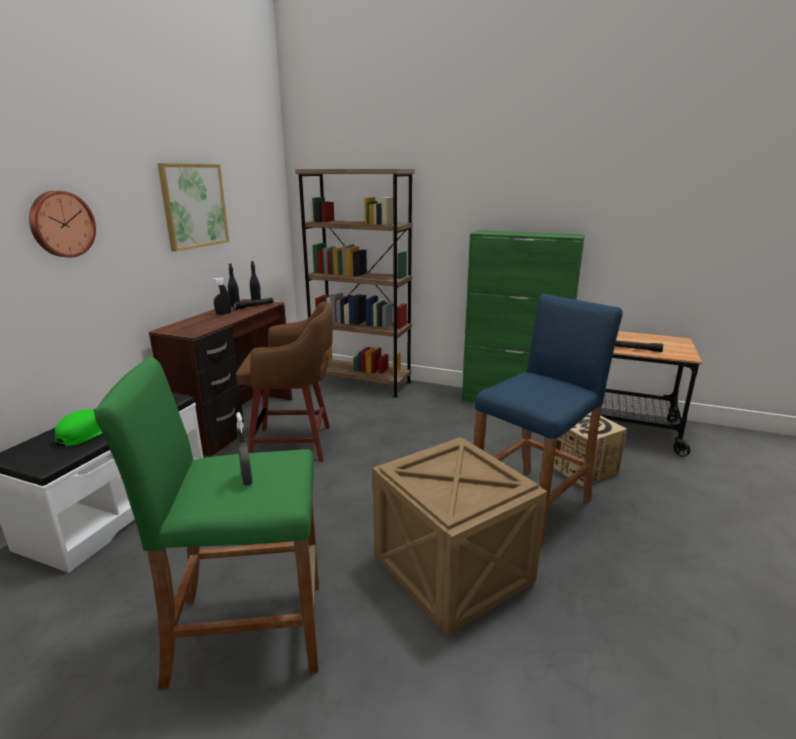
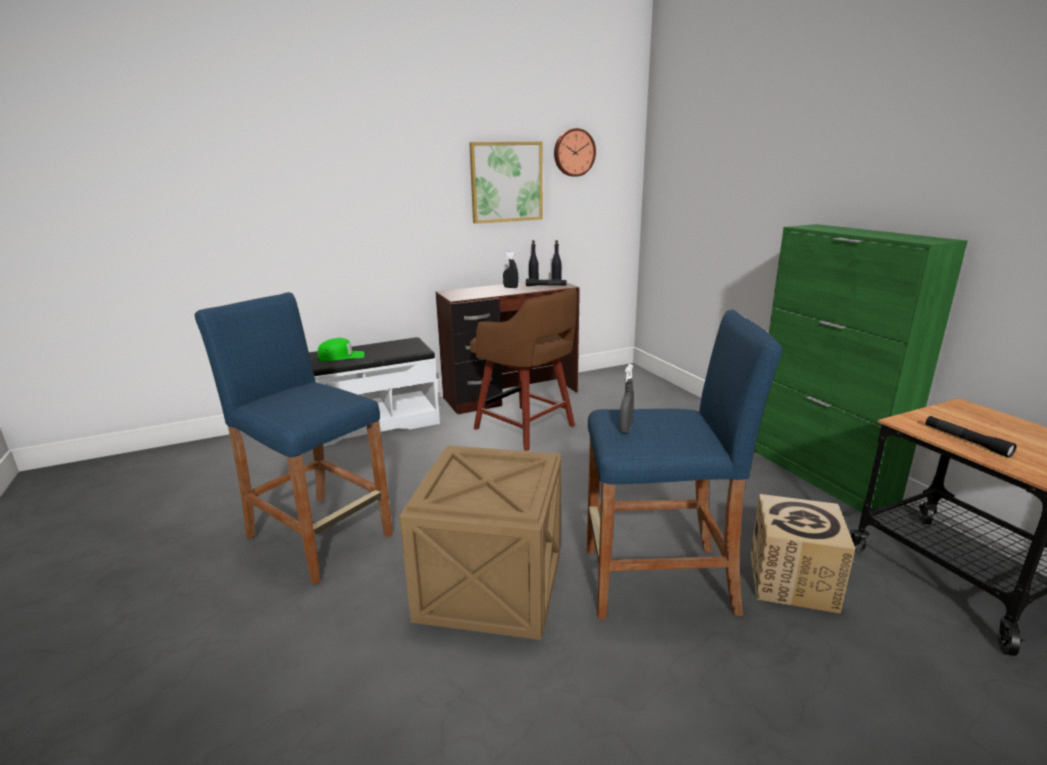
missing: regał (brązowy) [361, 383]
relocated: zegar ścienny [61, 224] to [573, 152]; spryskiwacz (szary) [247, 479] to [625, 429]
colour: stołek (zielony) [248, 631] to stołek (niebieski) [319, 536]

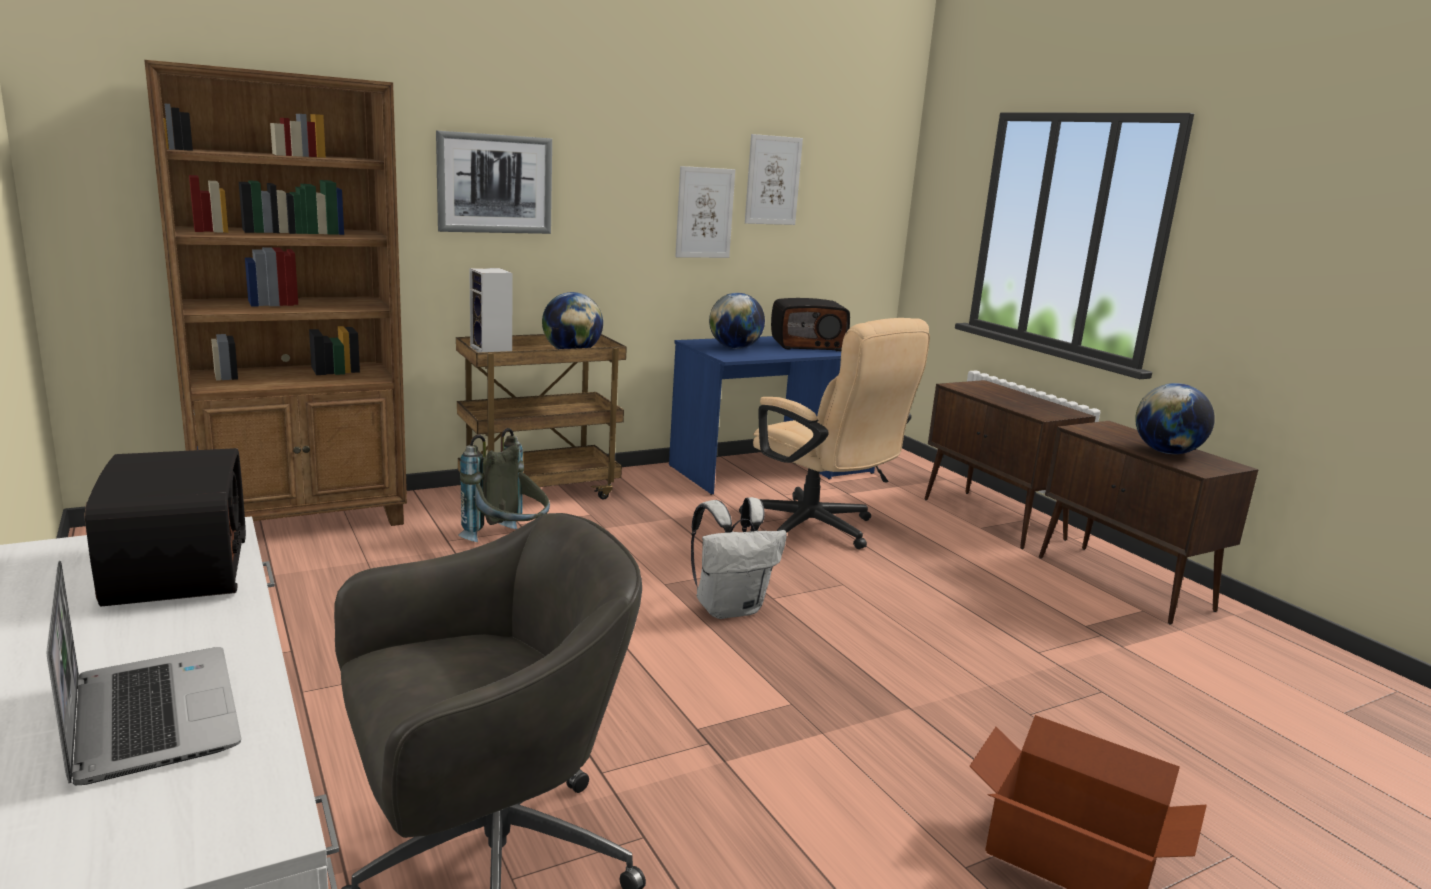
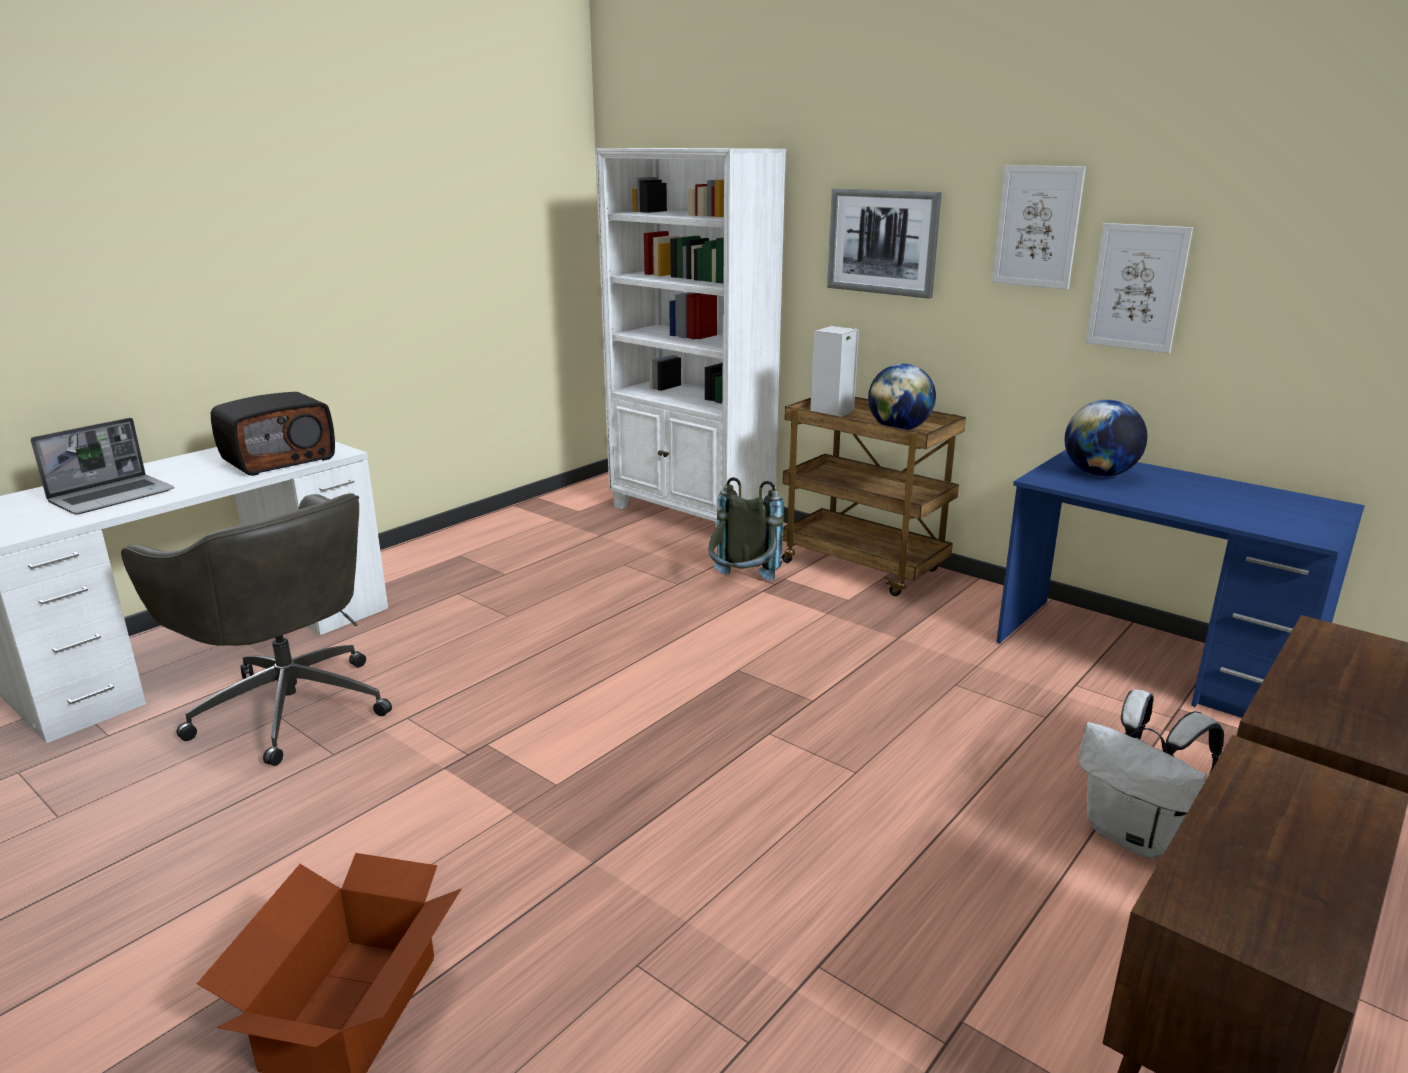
missing: krzesło biurowe (beżowy) [819, 530]; radio [807, 345]; globus [1166, 452]
relocated: obraz [773, 180] to [1037, 227]; plecak (biały) [730, 608] to [1135, 836]
colour: regał (brązowy) [303, 520] to regał (biały) [691, 514]

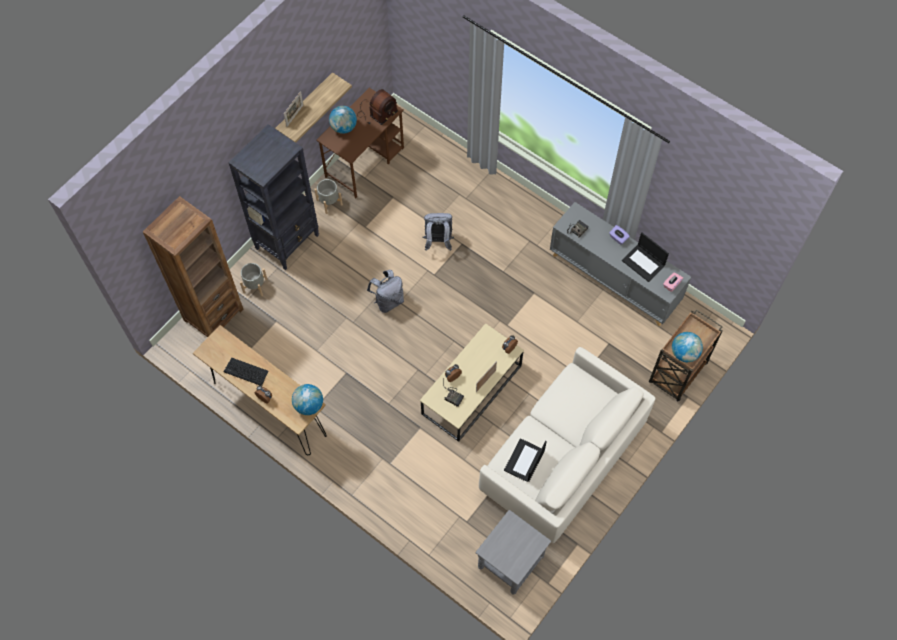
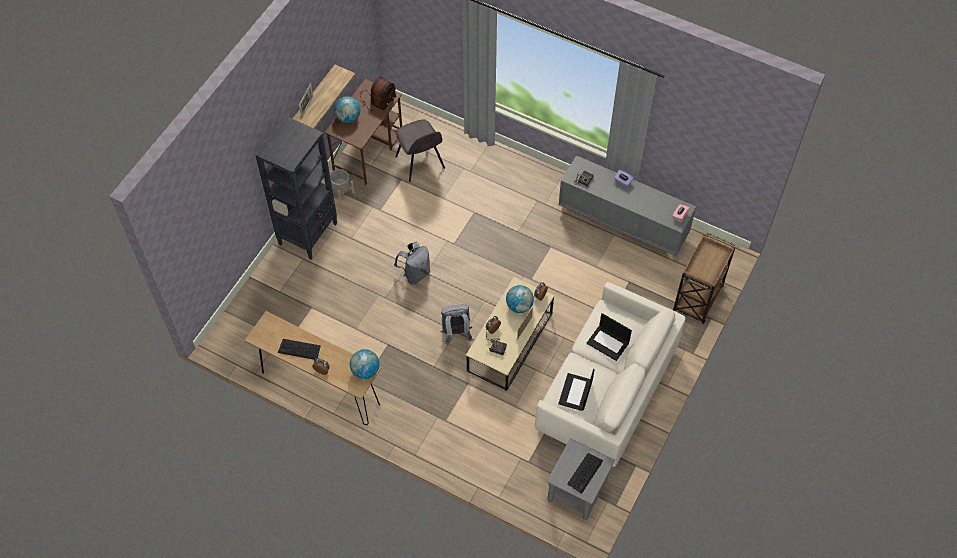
missing: regał (brązowy) [213, 314]; donica (szary) [255, 286]
appeared: krzesło (szary) [420, 163]; klawiatura [585, 473]
relocated: plecak (szary) [438, 242] to [456, 334]; globus [684, 353] to [519, 306]; laptop [644, 263] to [608, 342]

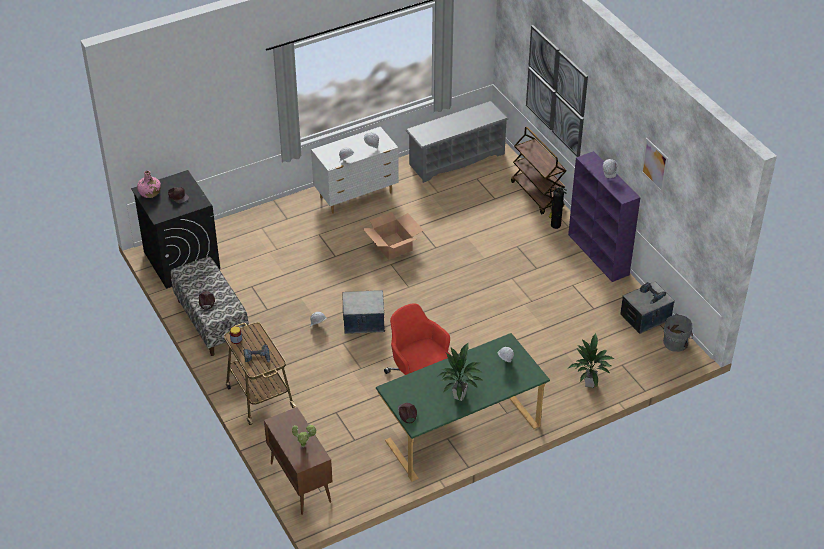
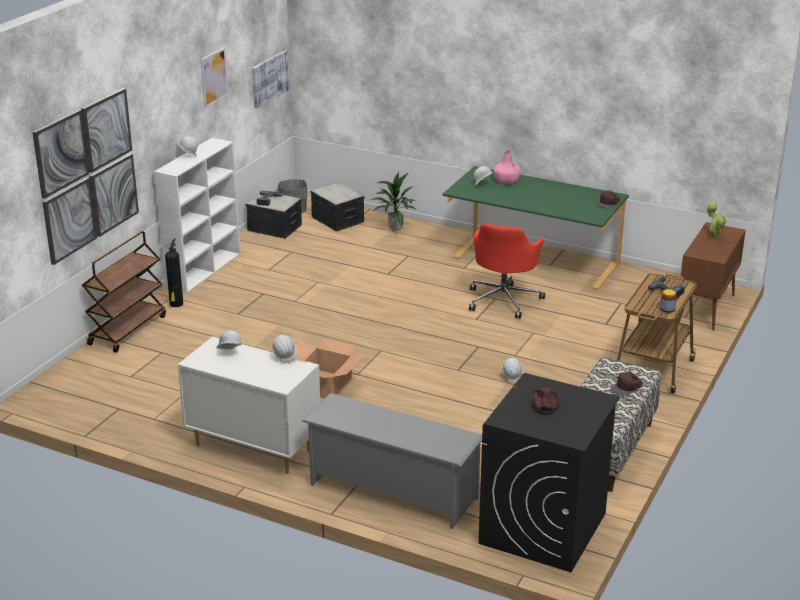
missing: roślina doniczkowa [460, 396]
appeared: obraz [269, 78]
relocated: regał na buty (szary) [456, 159] to [392, 491]; pojemnik do przechowywania [364, 322] to [338, 220]; butelka (różowy) [149, 193] to [506, 180]
colour: regał (fioletowy) [599, 255] to regał (biały) [204, 270]

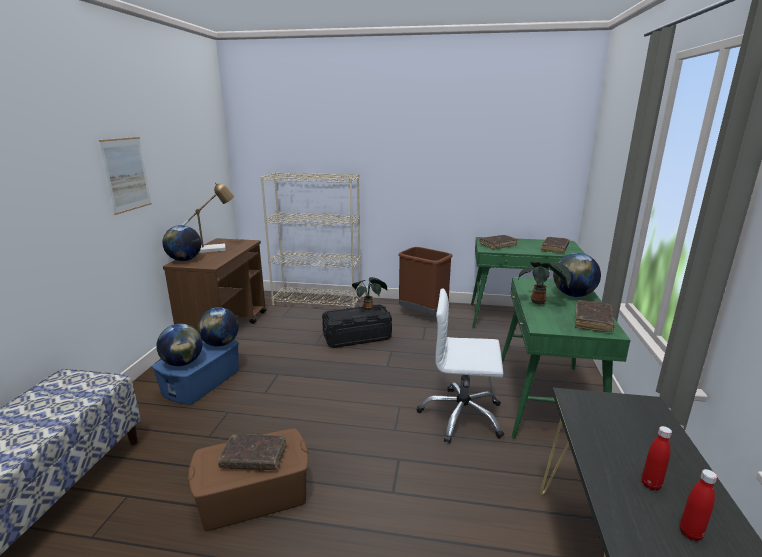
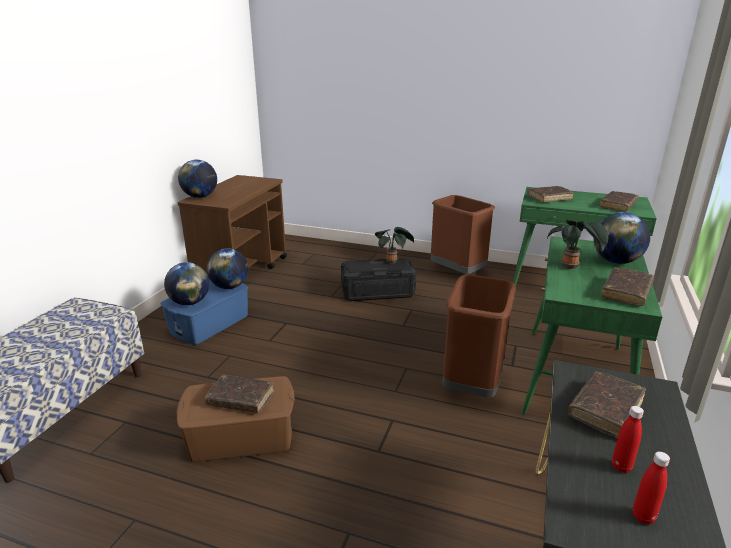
missing: obraz [126, 174]; lampa stołowa [216, 249]; regał (beżowy) [318, 301]
appeared: książka (brązowy) [605, 410]
exchanged: krzesło biurowe (biały) [462, 416] to kosz na śmieci (brązowy) [472, 385]

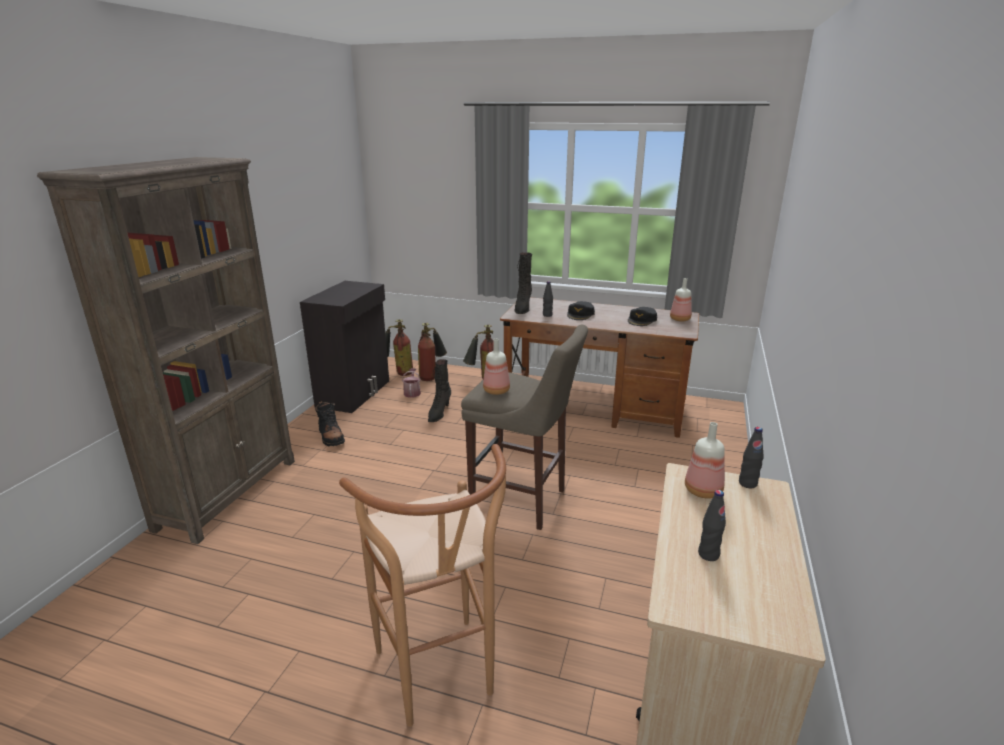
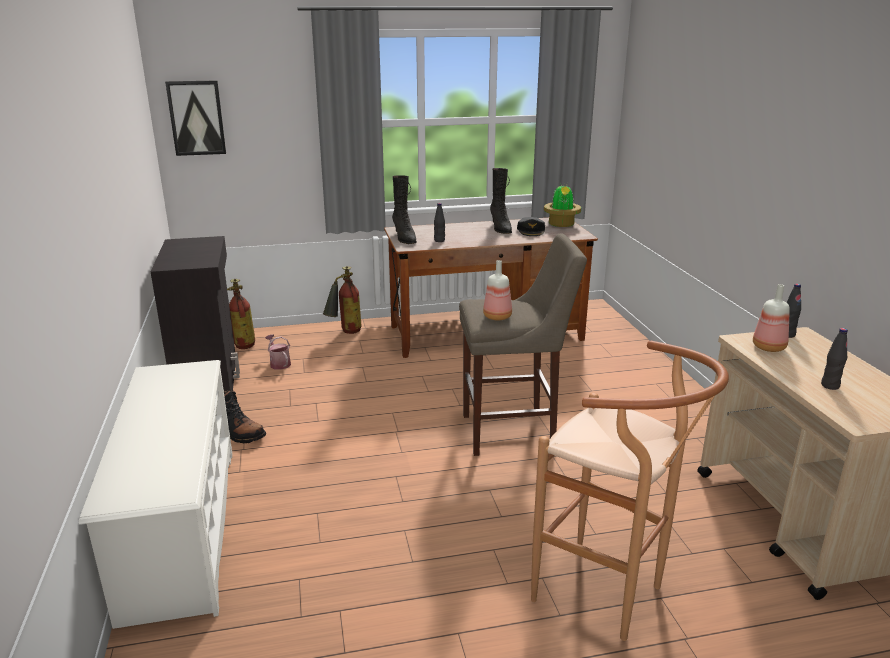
missing: gaśnica [432, 376]; czapka z daszkiem (czarny) [580, 314]
appeared: obraz [196, 118]
relocated: but z cholewką (czarny) [439, 413] to [500, 228]
exchanged: regał (brązowy) [229, 493] to regał na buty (biały) [181, 528]; butelka [680, 319] to roślina doniczkowa [561, 225]

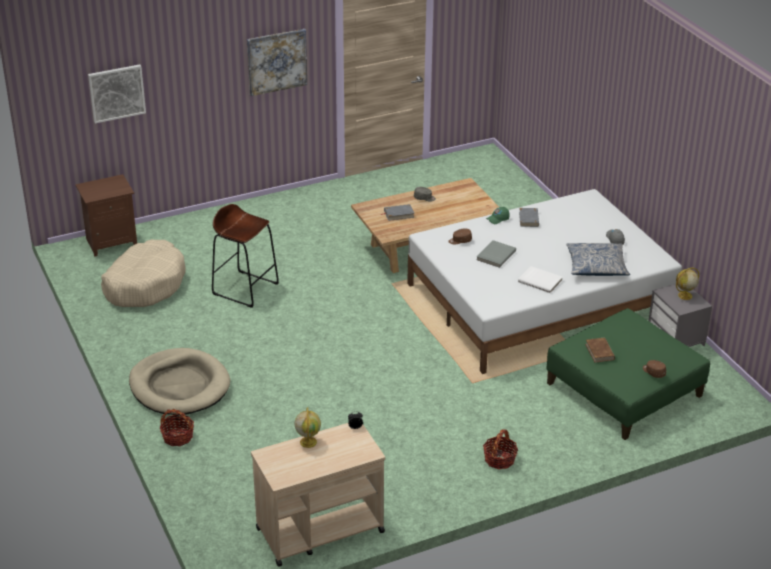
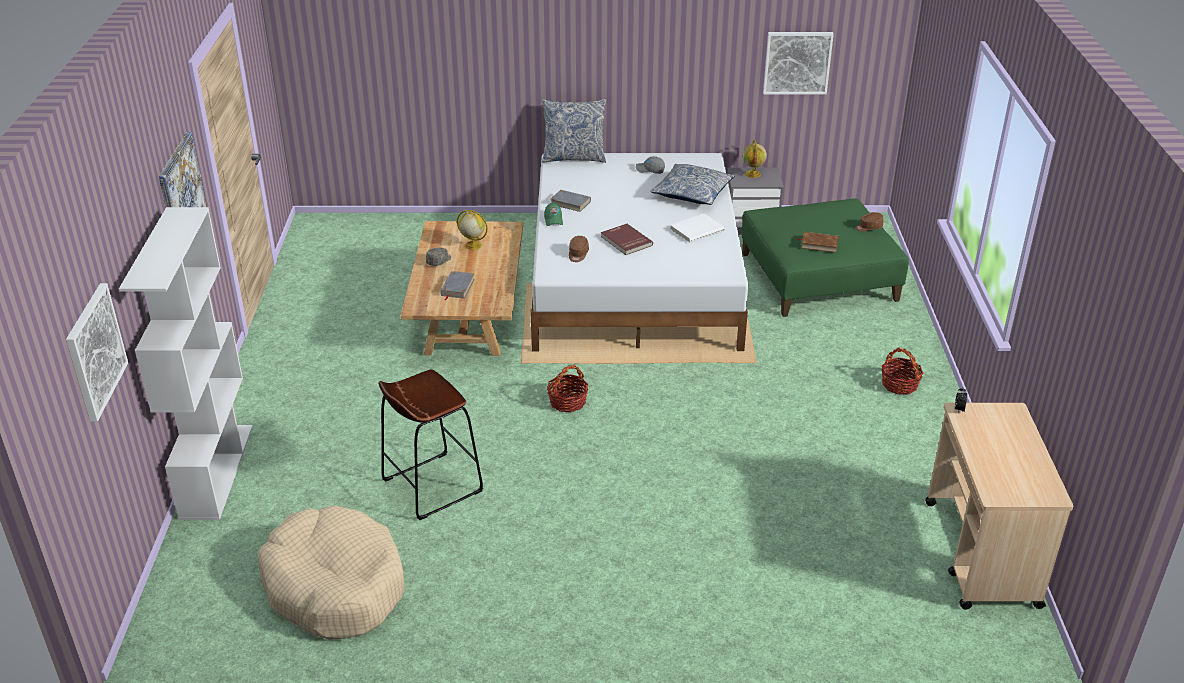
missing: szafka nocna (brązowy) [111, 242]; legowisko (beżowy) [179, 386]
appeared: regał (biały) [216, 470]; poduszka [574, 157]; obraz [797, 62]
relocated: globus [308, 441] to [472, 245]; koszyk [177, 437] to [567, 402]
colour: książka (szary) [495, 255] to książka (czerwony) [625, 241]

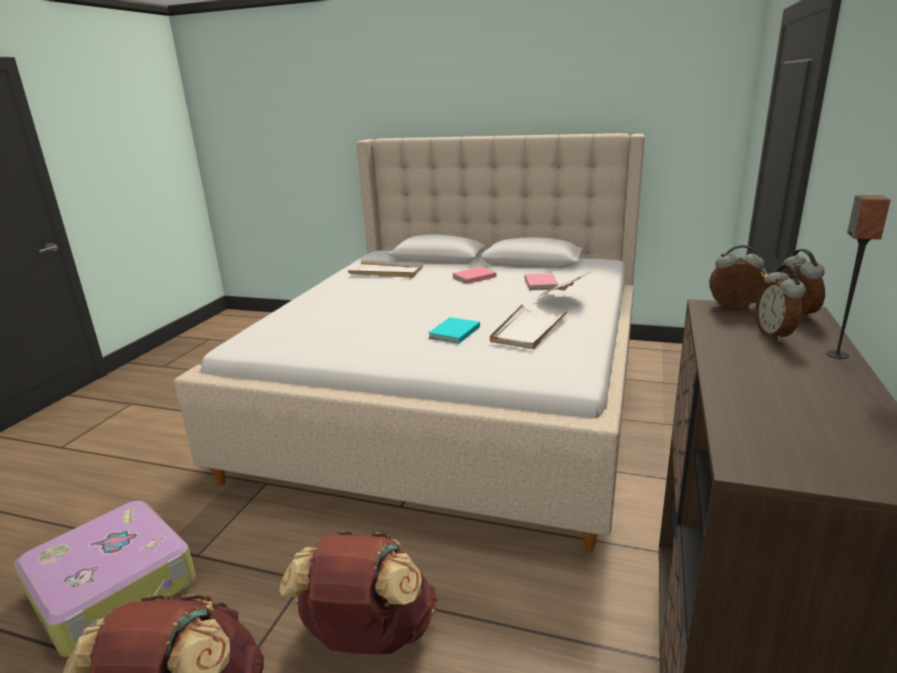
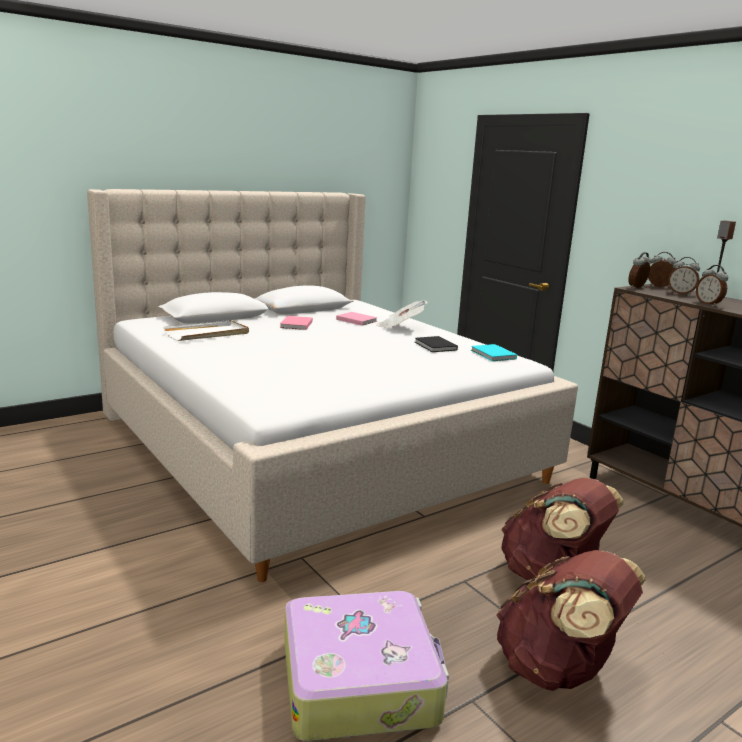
appeared: budzik [708, 304]
relocated: książka (turkusowy) [453, 332] to [493, 355]
exchanged: taca (biały) [528, 330] to książka (czarny) [435, 346]

